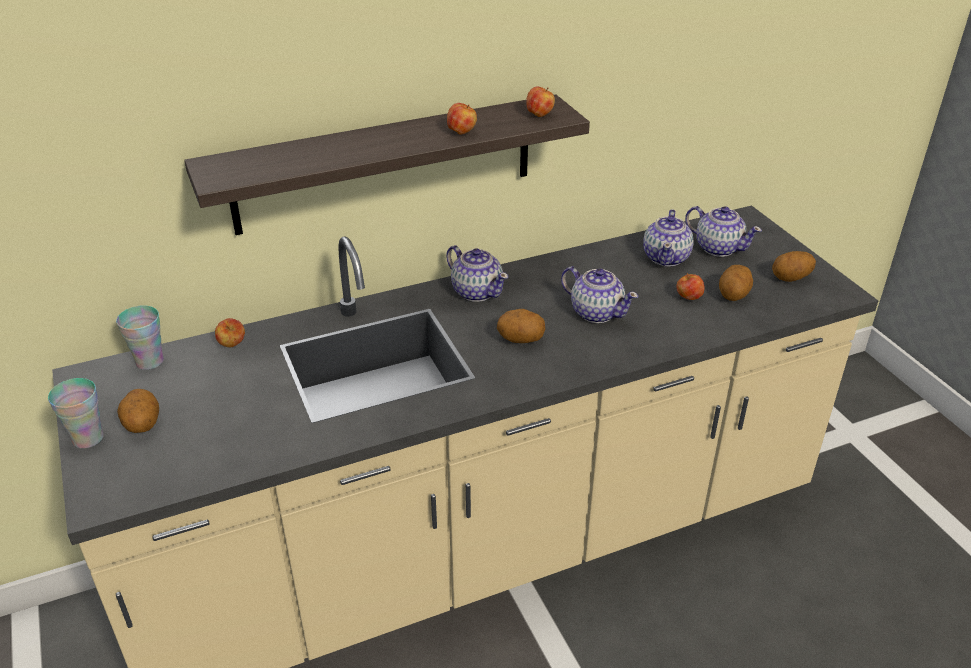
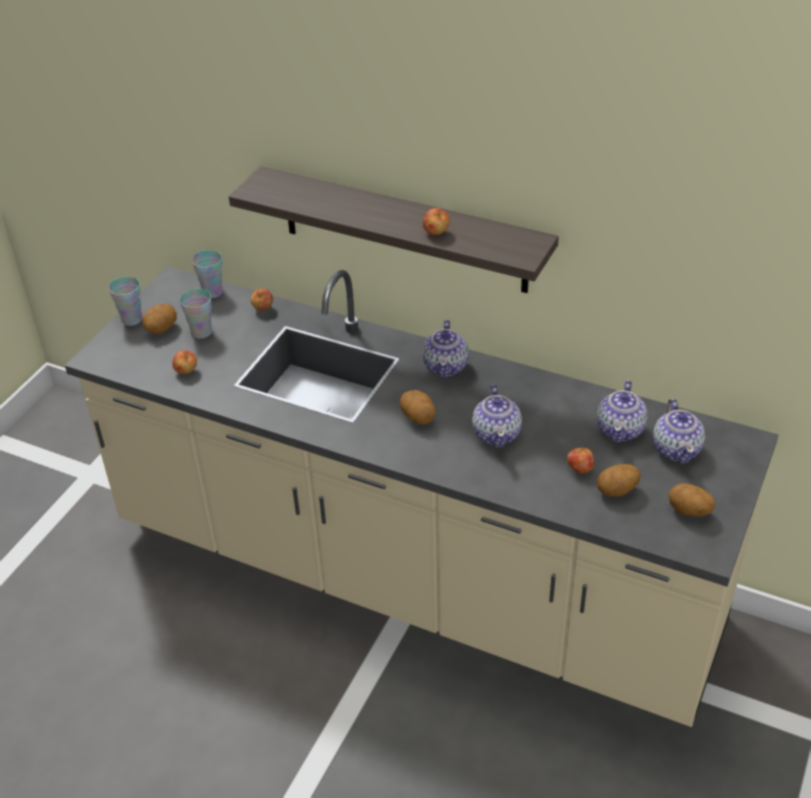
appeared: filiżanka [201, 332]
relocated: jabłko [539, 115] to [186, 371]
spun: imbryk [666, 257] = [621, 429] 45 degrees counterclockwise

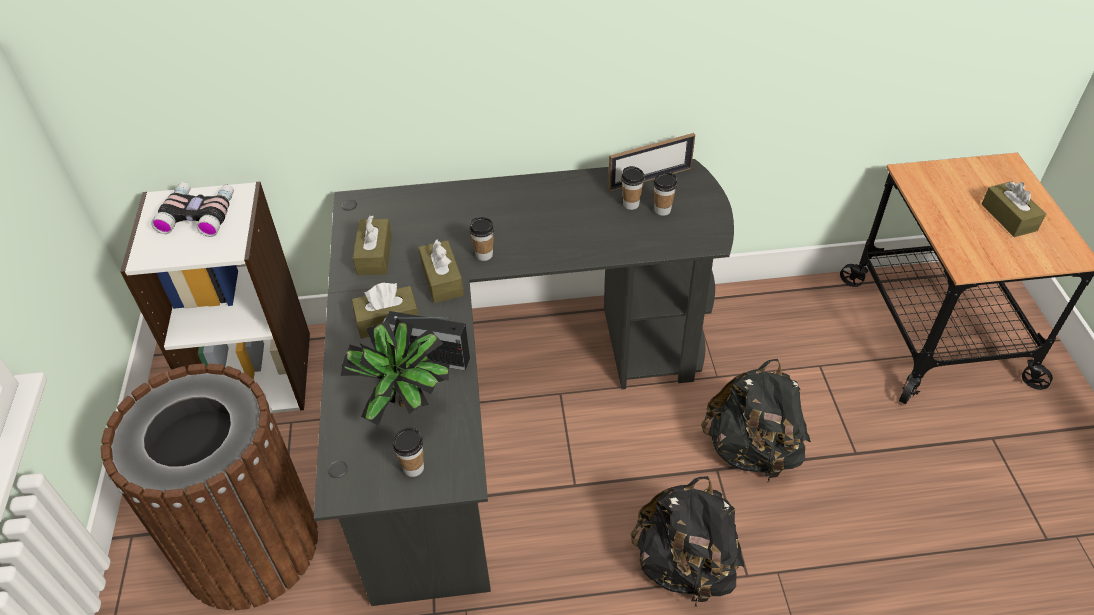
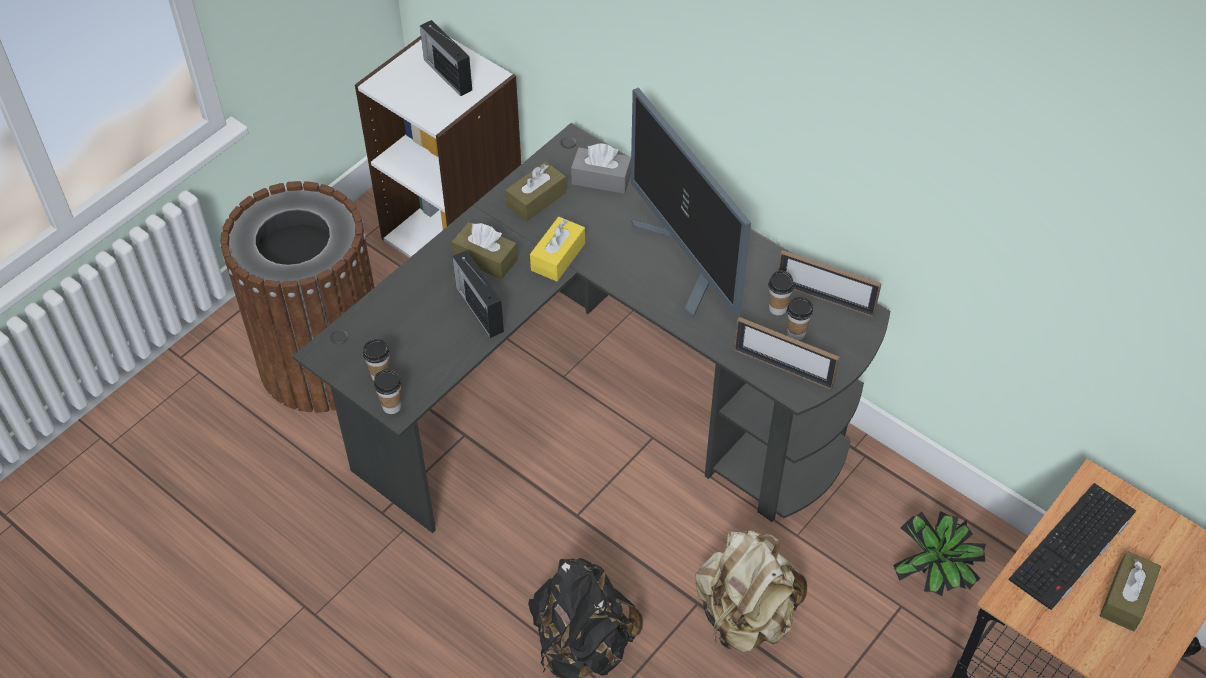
appeared: pudełko chusteczek (szary) [601, 178]; monitor [688, 262]; ramka na zdjęcie [783, 368]; klawiatura [1073, 548]
relocated: filiżanka [484, 255] to [392, 406]; roślina doniczkowa [407, 409] to [931, 581]
exchanged: lornetka [199, 214] to radio [447, 74]
colour: pudełko chusteczek (brązowy) [442, 280] to pudełko chusteczek (żółty) [558, 257]; plecak (czarny) [752, 450] to plecak (beżowy) [745, 615]

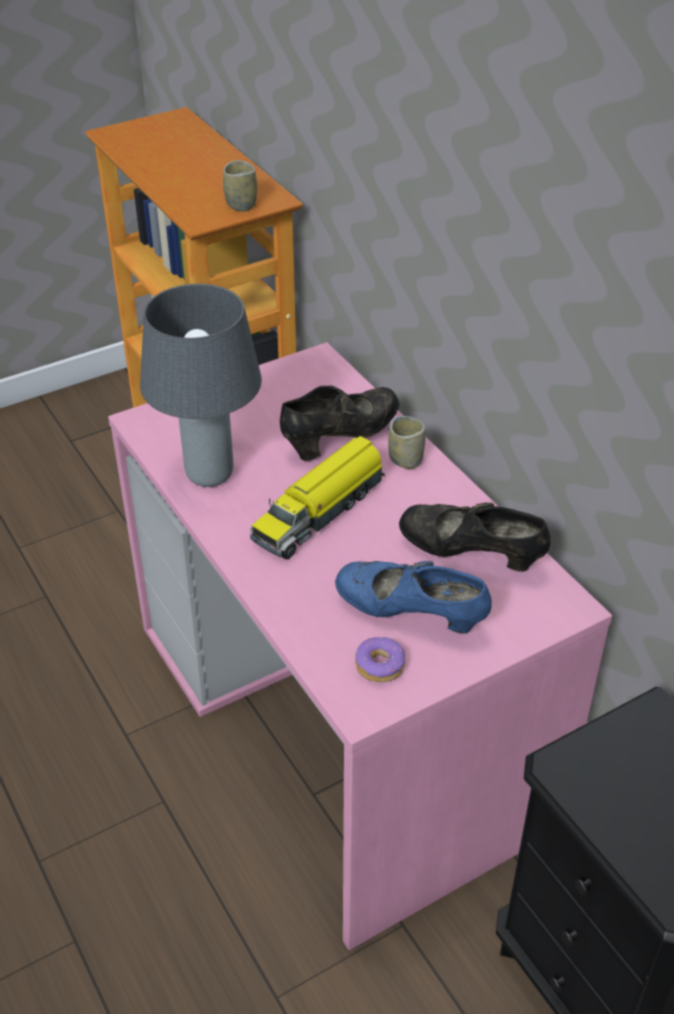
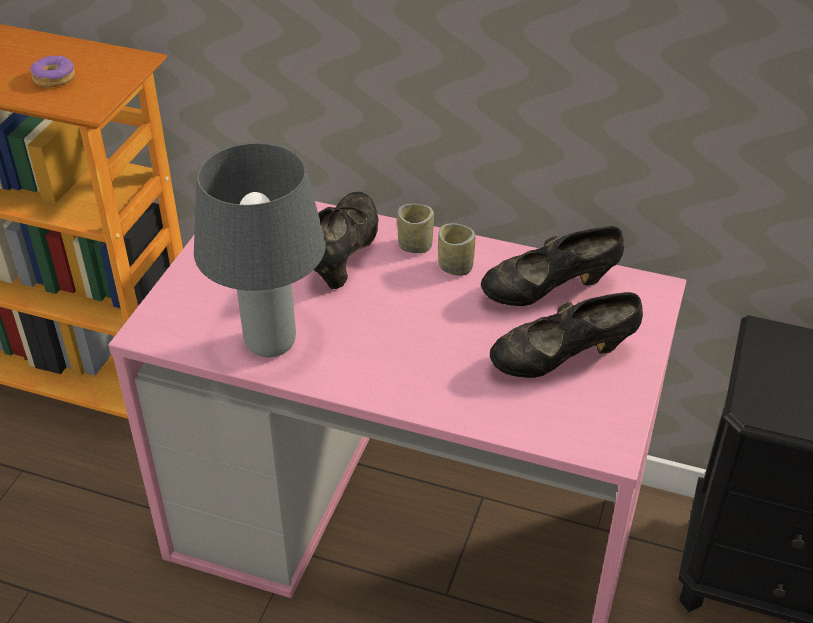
missing: ciężarówka zabawkowa [320, 511]
relocated: donut [380, 665] to [54, 78]; filiżanka [241, 205] to [455, 267]
colour: but (niebieski) [410, 615] to but (czarny) [562, 360]

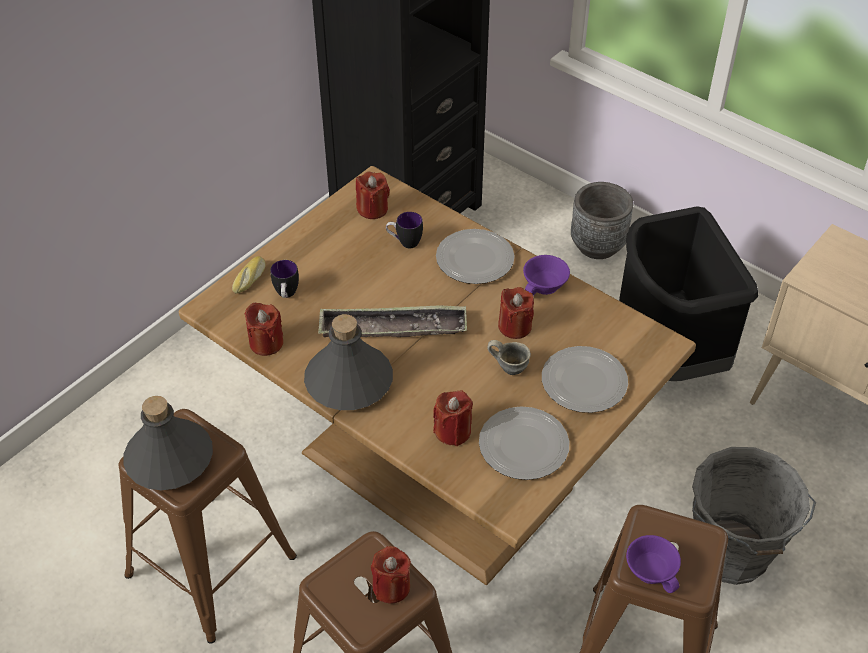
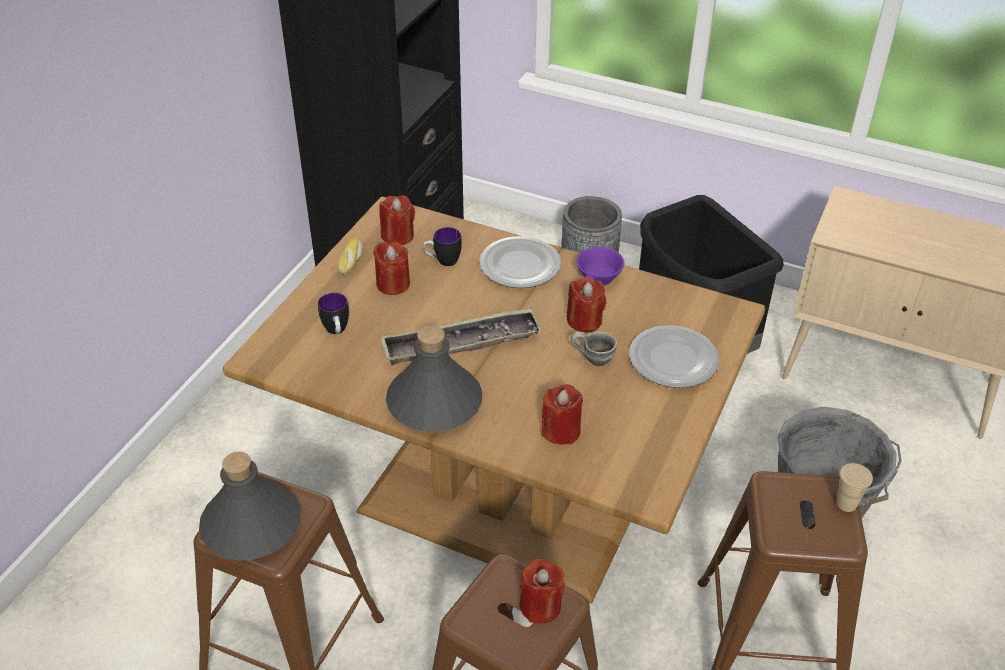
missing: talerz [525, 446]; filiżanka (fioletowy) [653, 570]
appeared: filiżanka (beżowy) [846, 504]
relocated: chleb [250, 279] to [351, 260]; świeca (czerwony) [266, 343] to [393, 284]

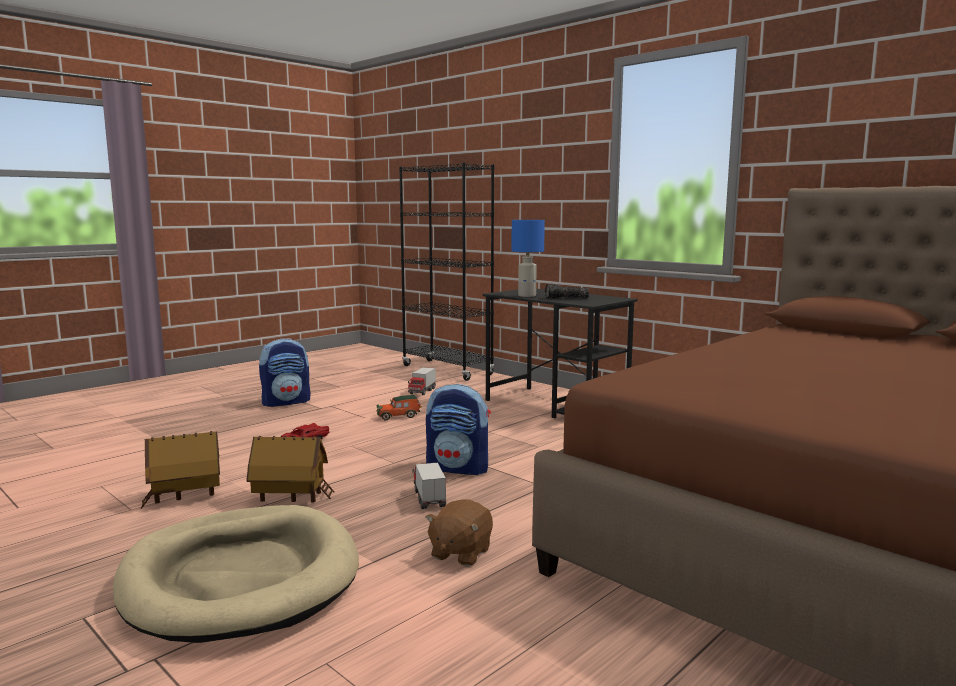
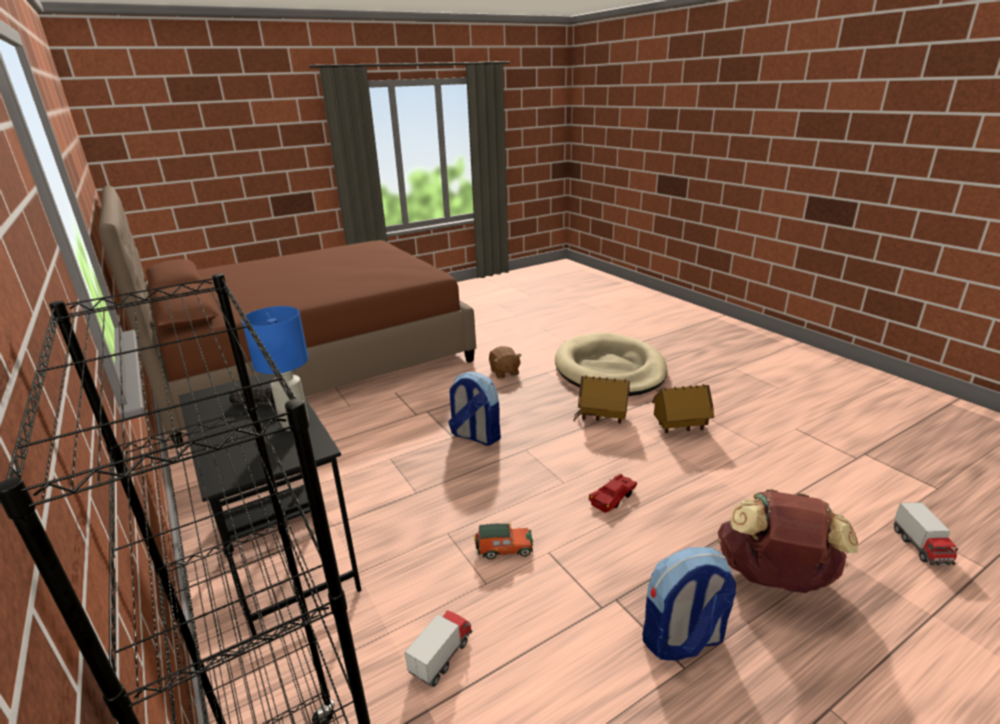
appeared: plecak (brązowy) [773, 578]
relocated: ciężarówka zabawkowa [429, 498] to [920, 547]
spun: pluszak (brązowy) [460, 553] = [504, 372] 120 degrees clockwise

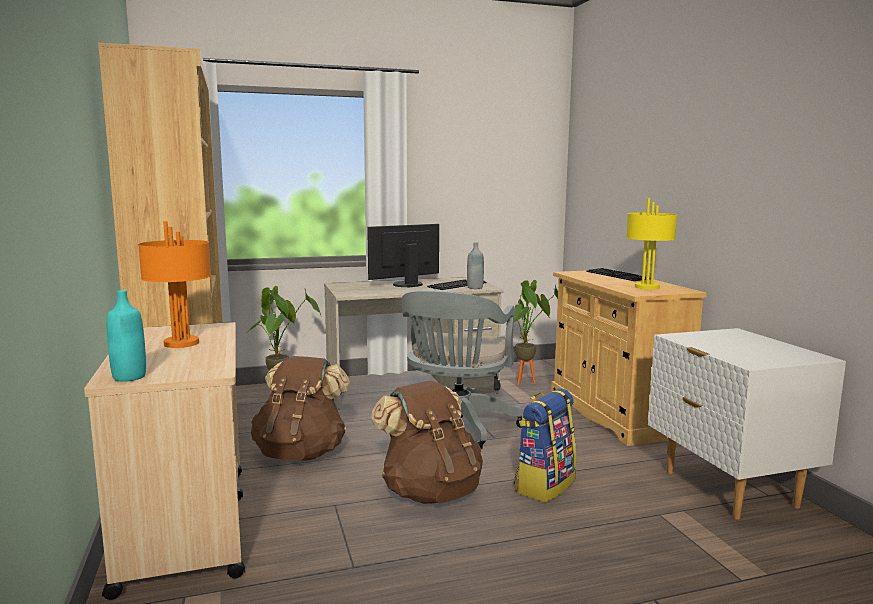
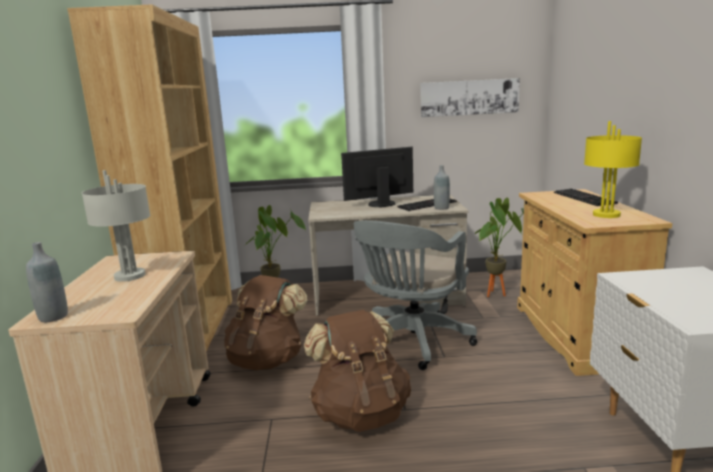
missing: plecak [544, 485]
appeared: obraz [469, 97]
colour: butelka (turkusowy) [129, 377] to butelka (szary) [53, 317]; lampa stołowa (pomarańczowy) [182, 343] to lampa stołowa (szary) [130, 275]

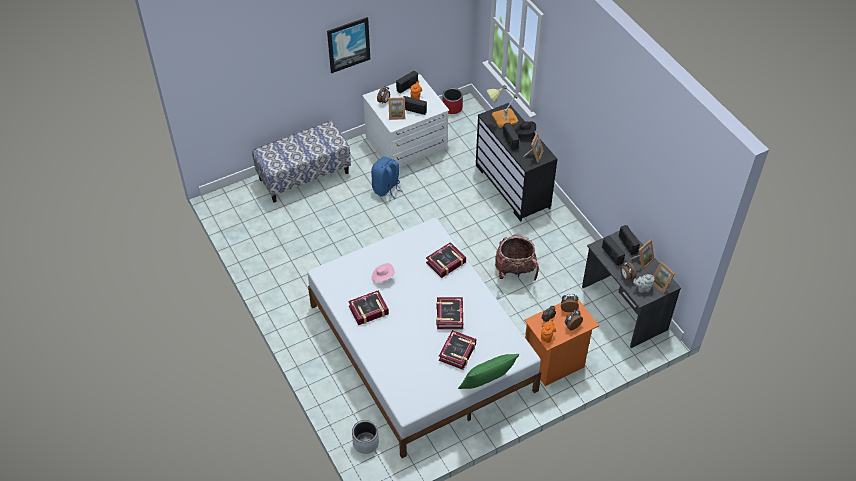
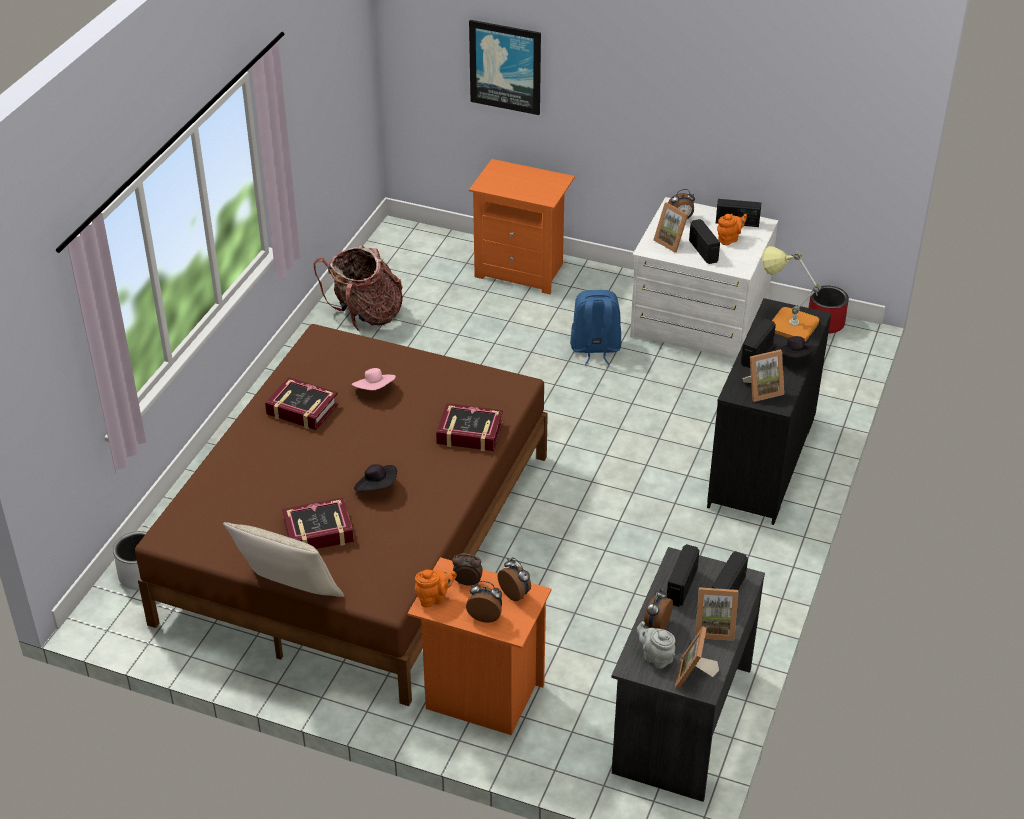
relocated: plecak [515, 270] to [365, 315]; obraz [348, 44] to [505, 66]
exchanged: książka [449, 315] to kapelusz (czarny) [376, 488]; ławka [304, 176] to szafka nocna (pomarańczowy) [522, 270]
colour: łóżko (biały) [420, 347] to łóżko (brązowy) [356, 536]; poduszka (zielony) [487, 385] to poduszka (beżowy) [289, 594]

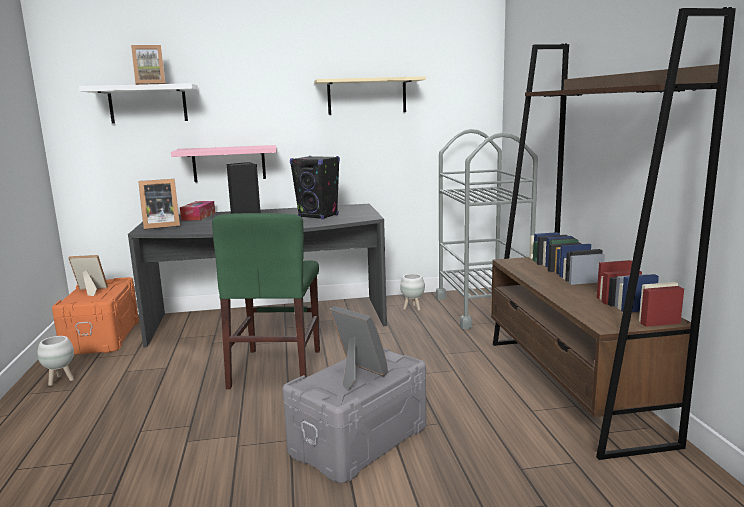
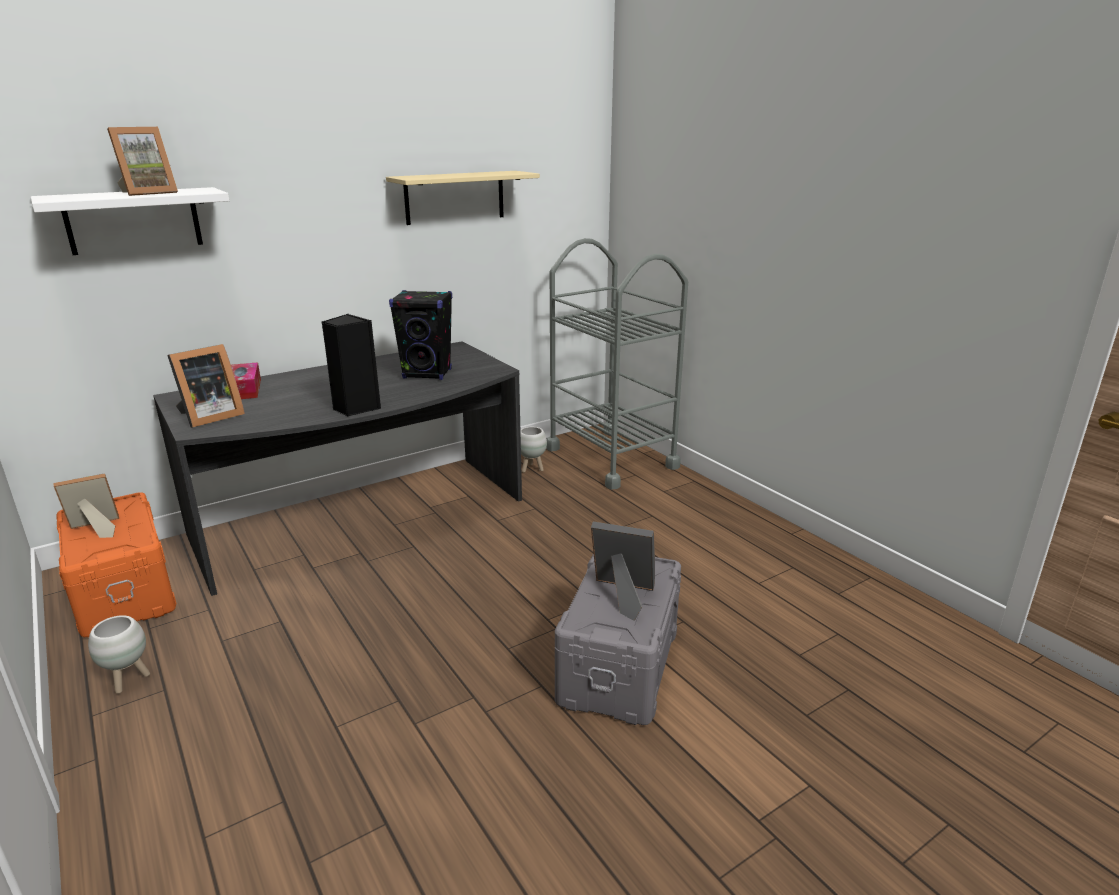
missing: półka (różowy) [229, 163]; krzesło (zielony) [276, 368]; regał (brązowy) [571, 387]

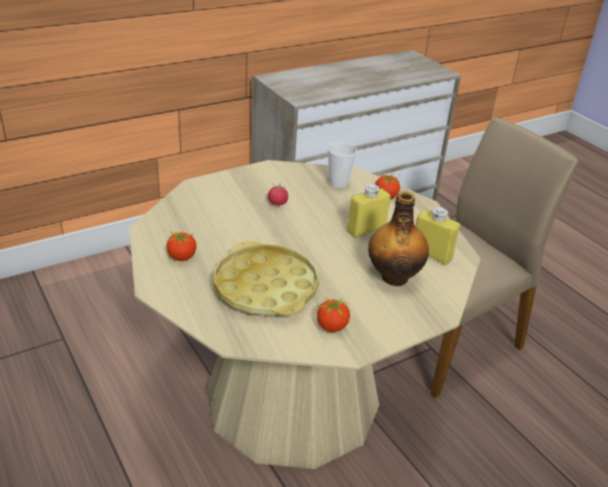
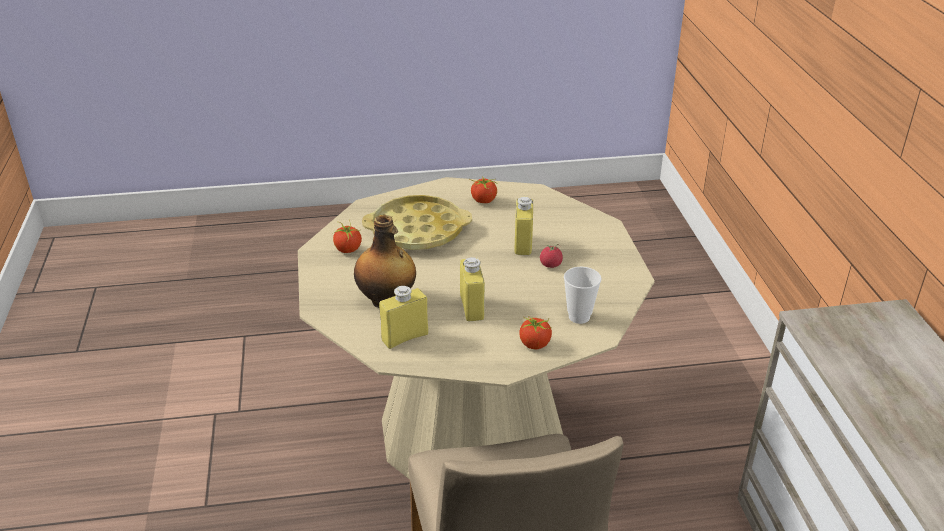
appeared: butelka (żółty) [523, 244]

